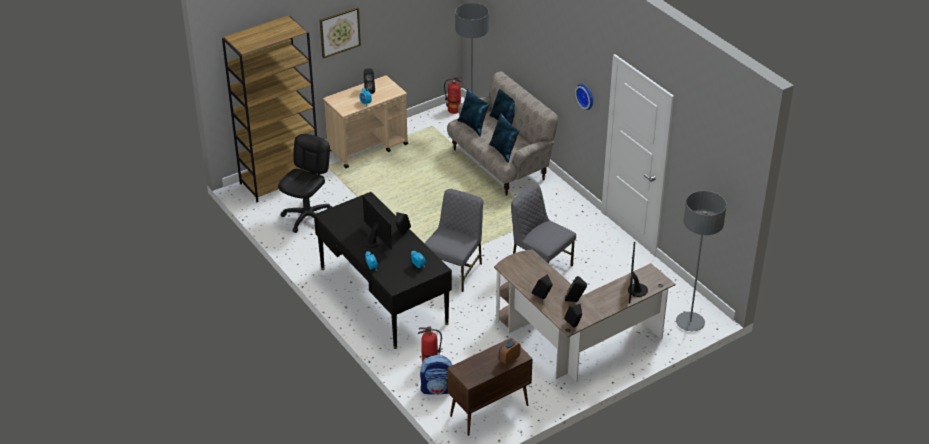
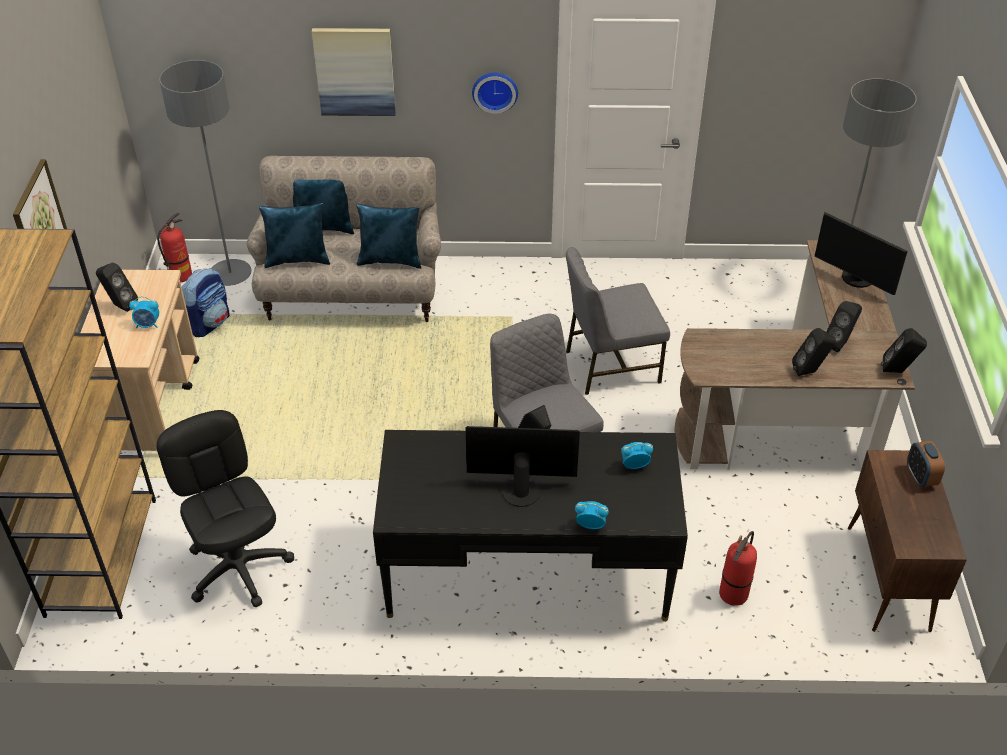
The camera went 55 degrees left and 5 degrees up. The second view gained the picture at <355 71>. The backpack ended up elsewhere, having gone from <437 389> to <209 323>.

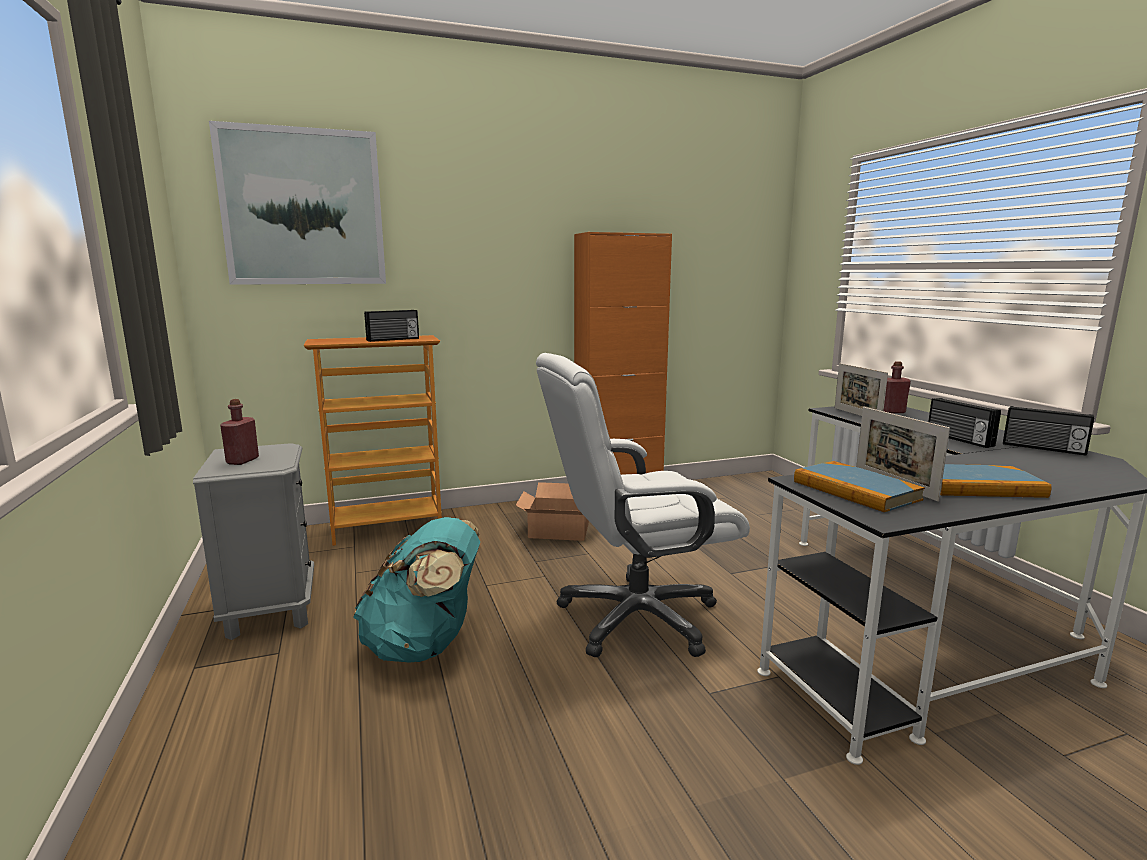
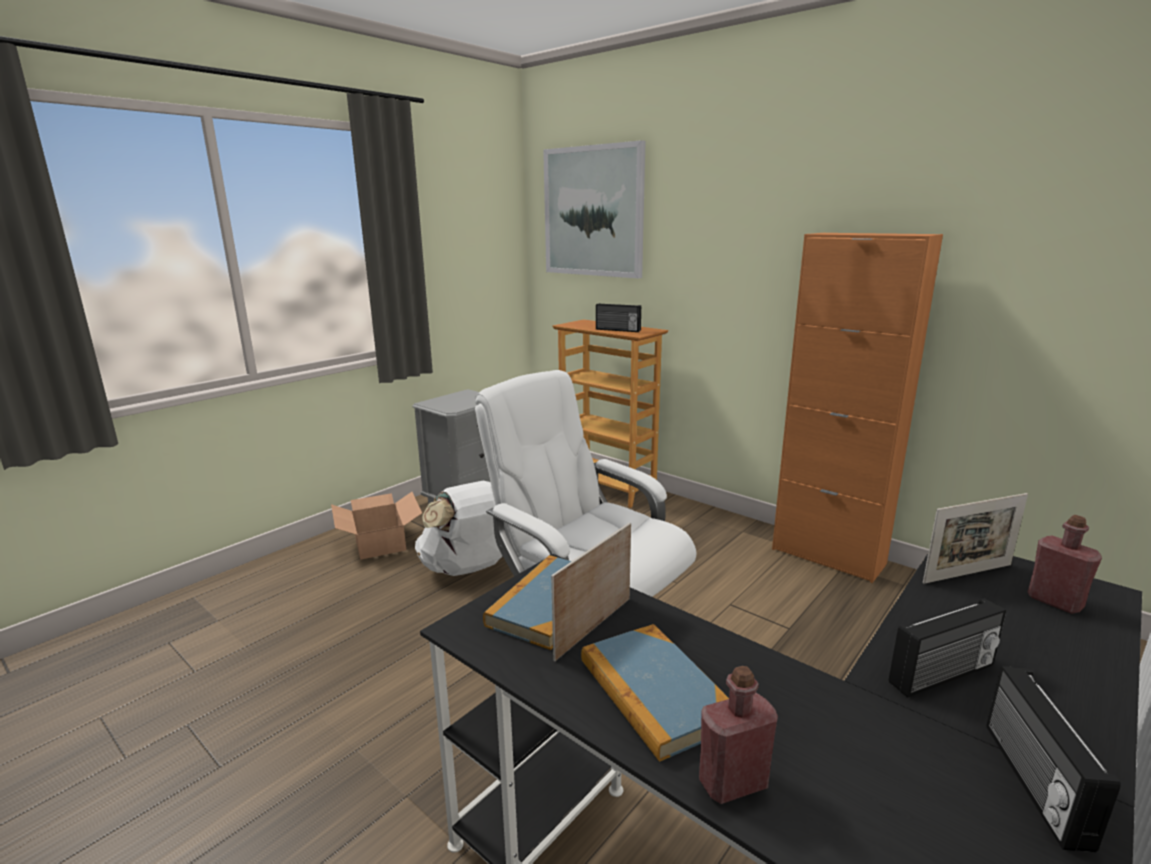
The camera went 60 degrees right and 5 degrees up. The bottle (red) ended up elsewhere, having gone from <242 461> to <732 783>. The cardboard box ended up elsewhere, having gone from <559 531> to <379 542>. What was the backpack (turquoise) at <425 645> turned into the backpack (white) at <468 568>. The picture frame at <857 414> ended up facing another way, 150 degrees counterclockwise from before. The radio at <958 439> ended up facing another way, 150 degrees counterclockwise from before.

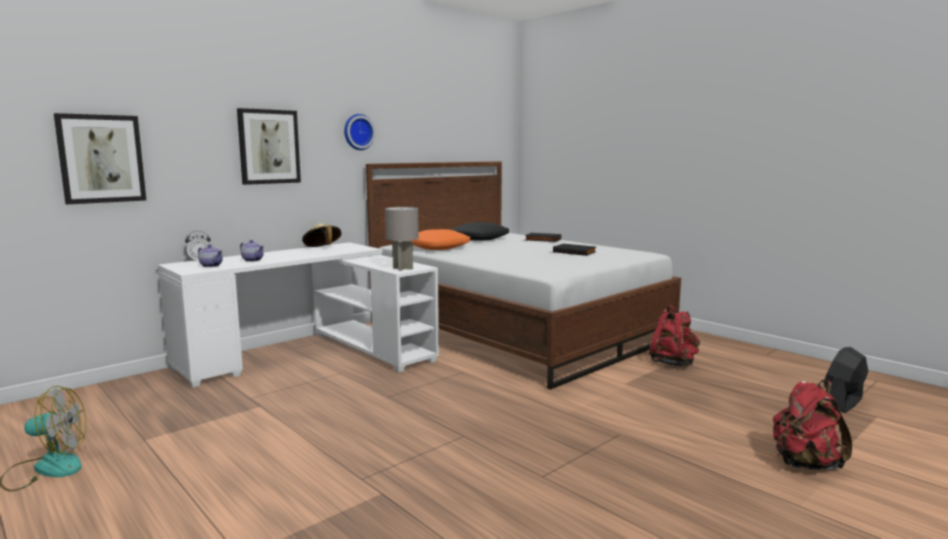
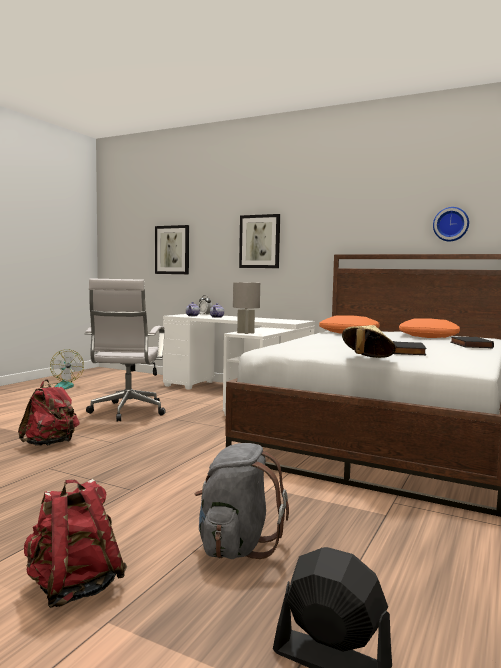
The camera went 70 degrees right and 5 degrees down. The second view gained the office chair (white) at <127 412>. The second view gained the backpack (grey) at <236 545>. The hat (beige) ended up elsewhere, having gone from <322 248> to <366 359>. The wall clock ended up elsewhere, having gone from <358 132> to <451 224>. The backpack (red) ended up elsewhere, having gone from <673 363> to <50 444>. What was the pillow (black) at <479 238> turned into the pillow (orange) at <428 336>.

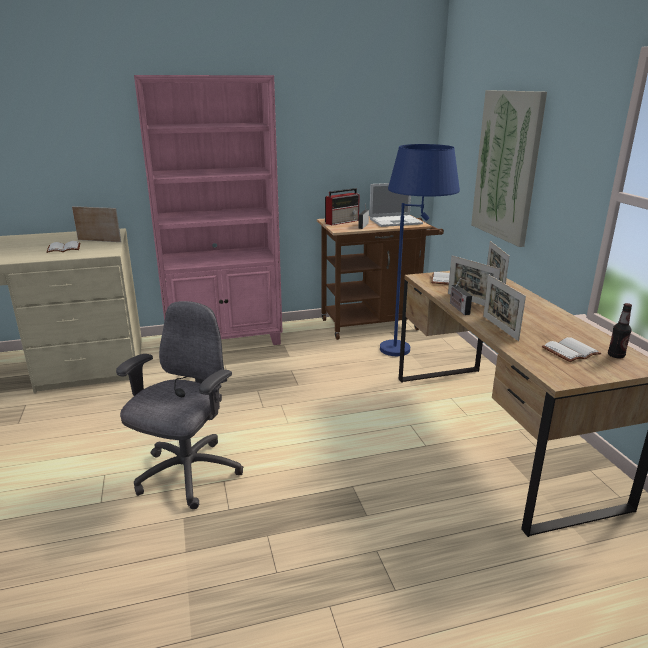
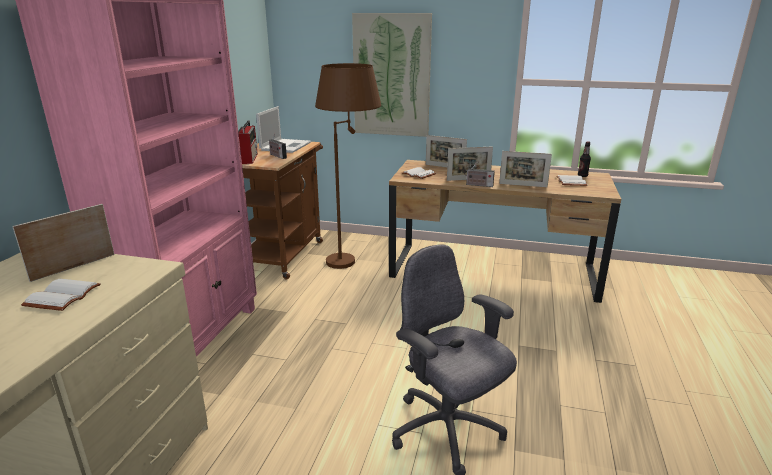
The camera went 60 degrees left and 0 degrees up. What was the floor lamp (blue) at <412 351> turned into the floor lamp (brown) at <352 257>.

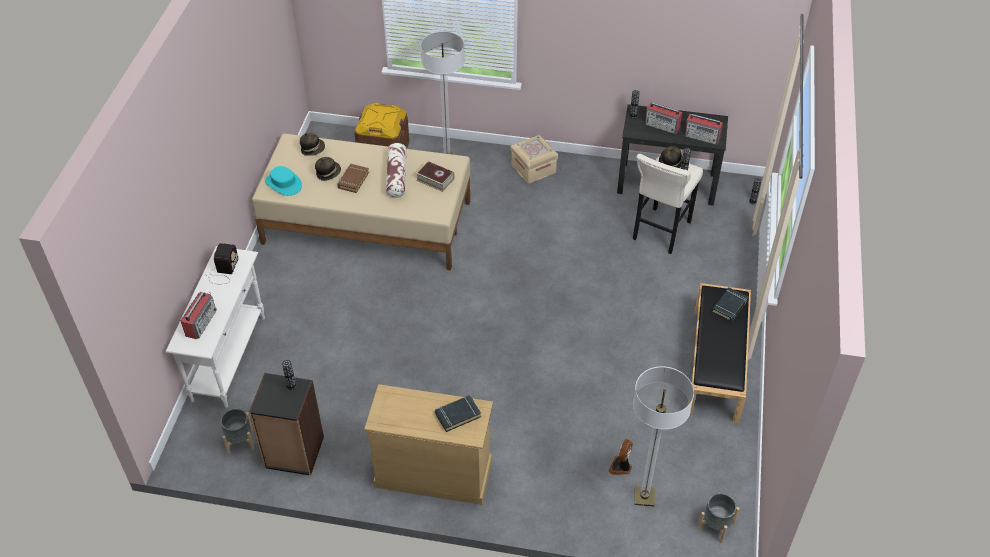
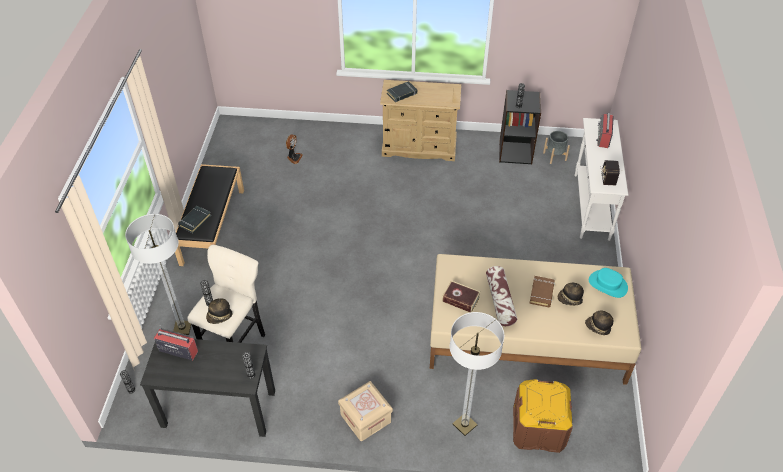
The camera went 175 degrees right and 0 degrees up. The second view lost the radio at <662 126>. The second view lost the planter (grey) at <715 526>. The floor lamp ended up elsewhere, having gone from <644 497> to <182 328>.

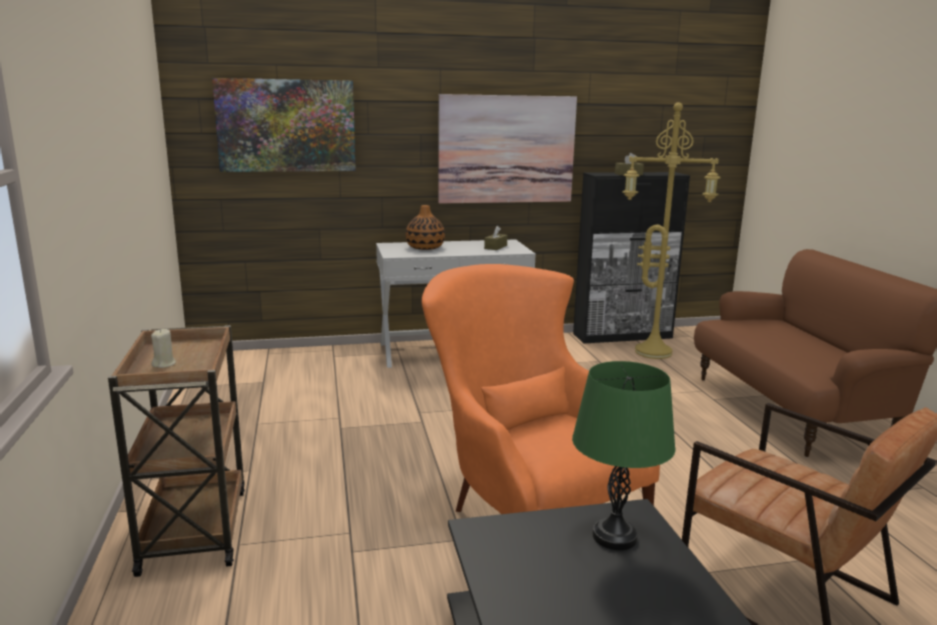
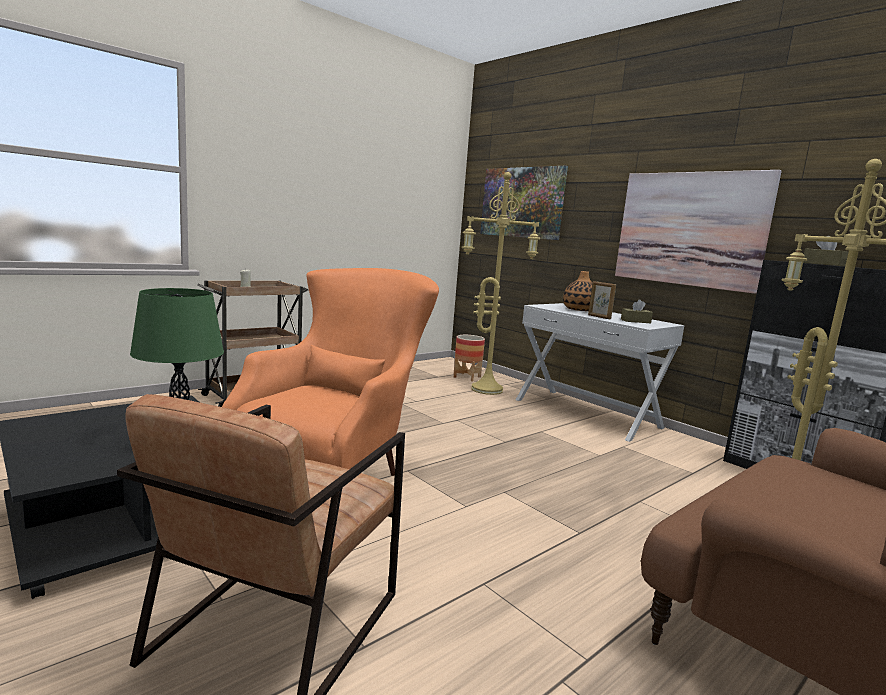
The camera went 60 degrees right and 5 degrees down. The second view gained the planter at <467 377>. The second view gained the floor lamp (yellow) at <487 389>. The second view gained the picture frame at <599 317>.

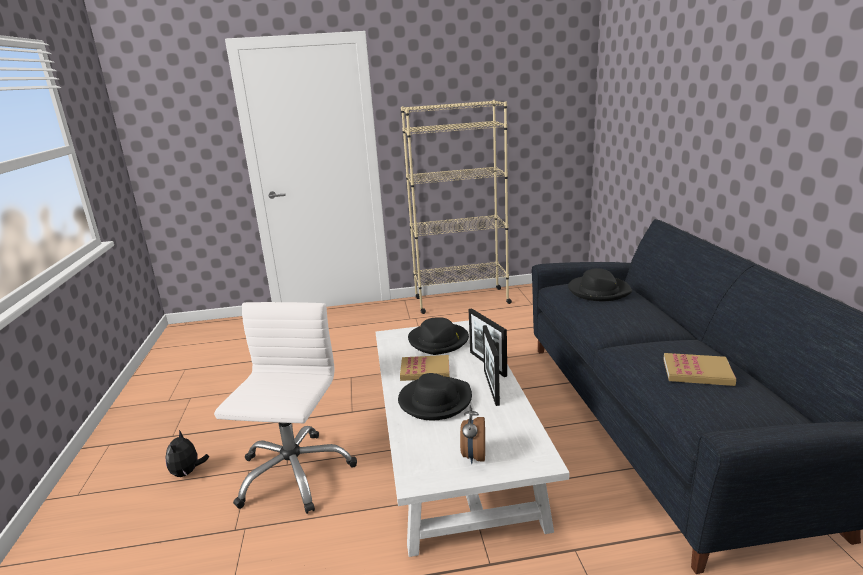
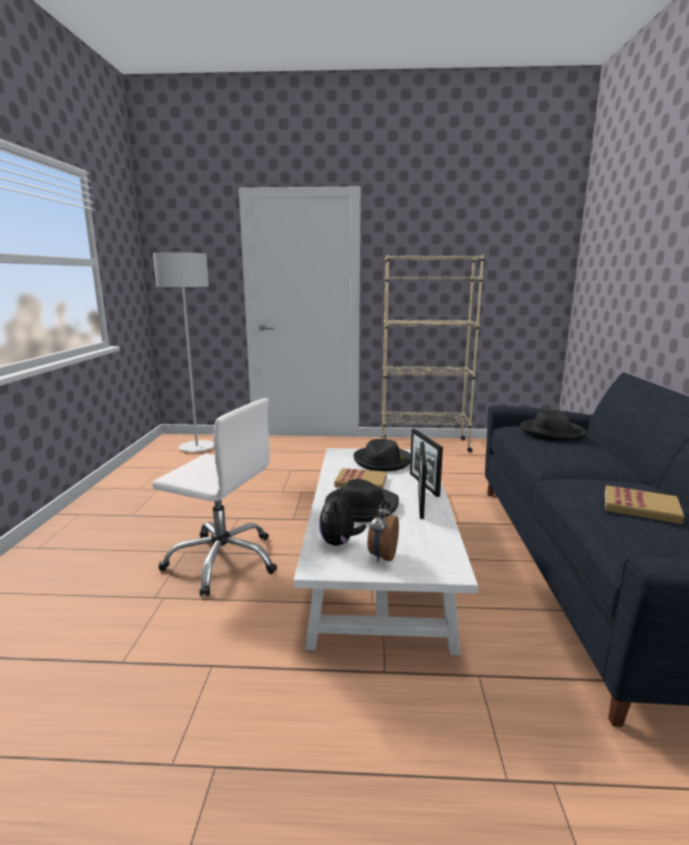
The camera went 10 degrees right and 5 degrees down. The second view gained the floor lamp (grey) at <197 448>. The plush toy ended up elsewhere, having gone from <188 472> to <339 543>. The office chair (white) at <293 473> ended up facing another way, 90 degrees clockwise from before.

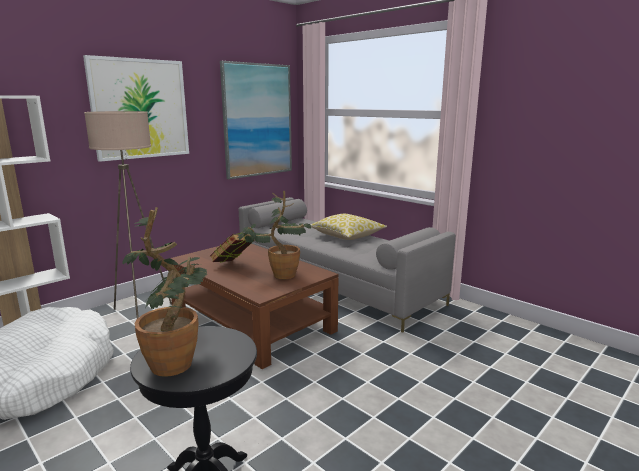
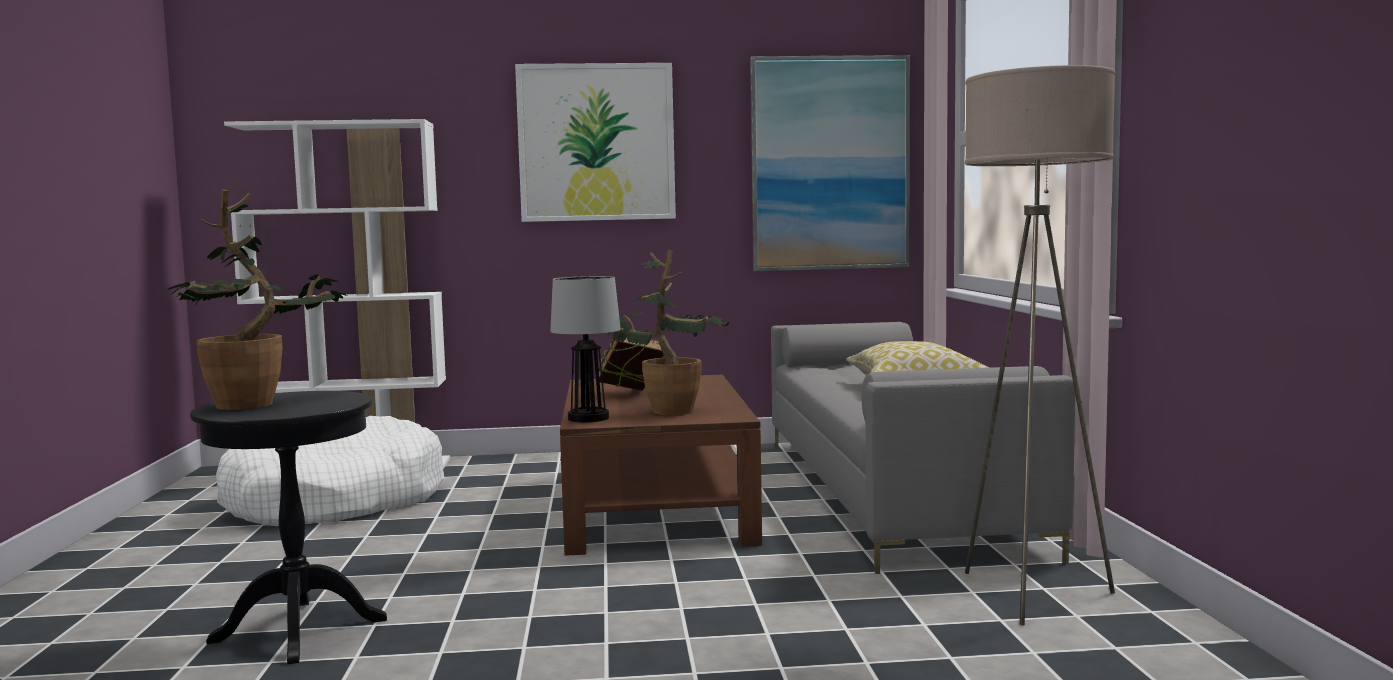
The camera went 40 degrees right and 10 degrees down. The second view gained the table lamp at <589 418>. The floor lamp (beige) ended up elsewhere, having gone from <141 313> to <1032 595>.

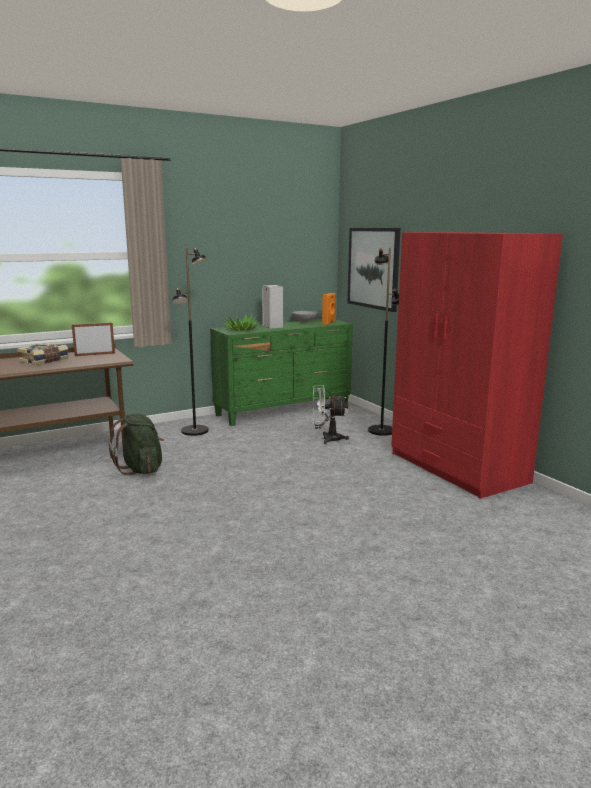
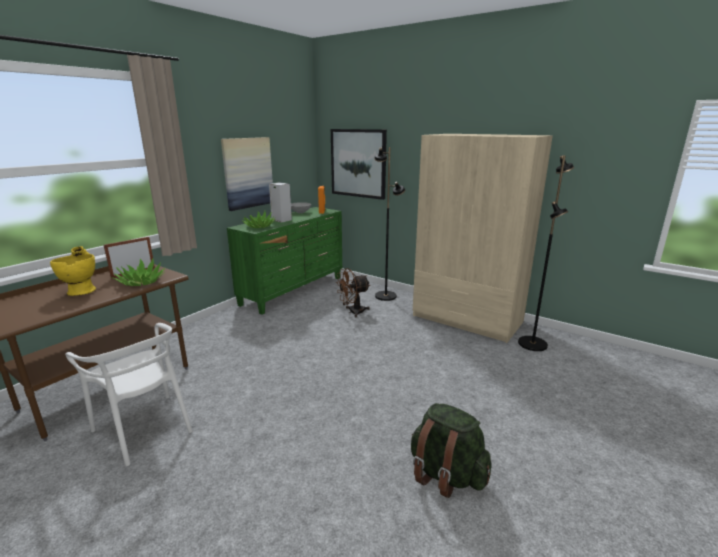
The camera went 25 degrees left and 5 degrees up. The second view gained the chair (white) at <145 428>. The second view gained the potted plant at <141 282>. The second view gained the picture at <248 173>. The backpack (green) ended up elsewhere, having gone from <141 469> to <446 475>. The floor lamp (black) ended up elsewhere, having gone from <195 431> to <533 344>. Where the book stood at <45 361>, the vase (yellow) came to stand at <82 290>. What was the fan (white) at <326 439> turned into the fan (brown) at <353 312>. What was the wardrobe (red) at <457 468> turned into the wardrobe (beige) at <467 319>.

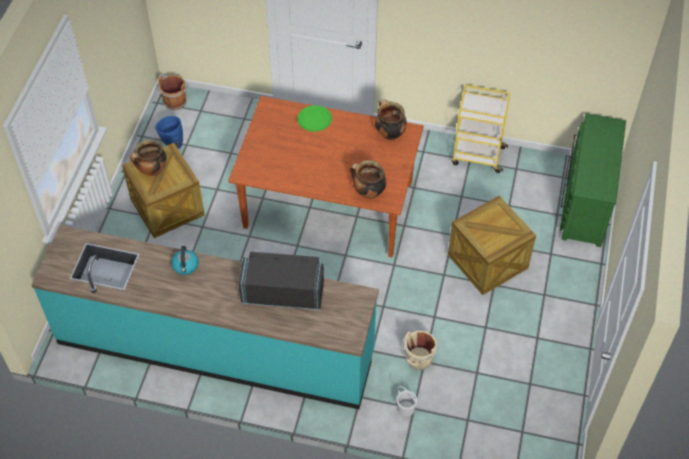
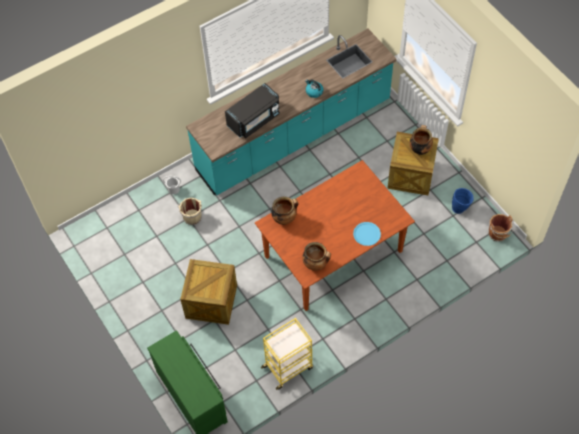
The camera went 135 degrees right and 5 degrees up. What was the plate (green) at <314 119> turned into the plate (blue) at <366 234>.

